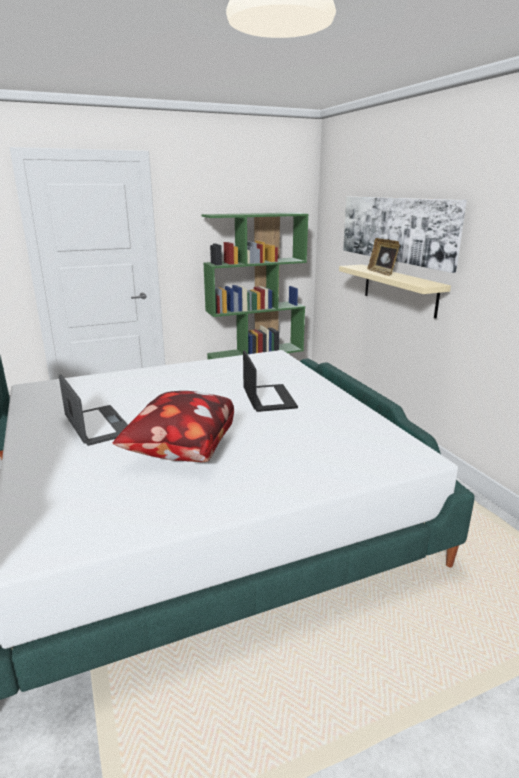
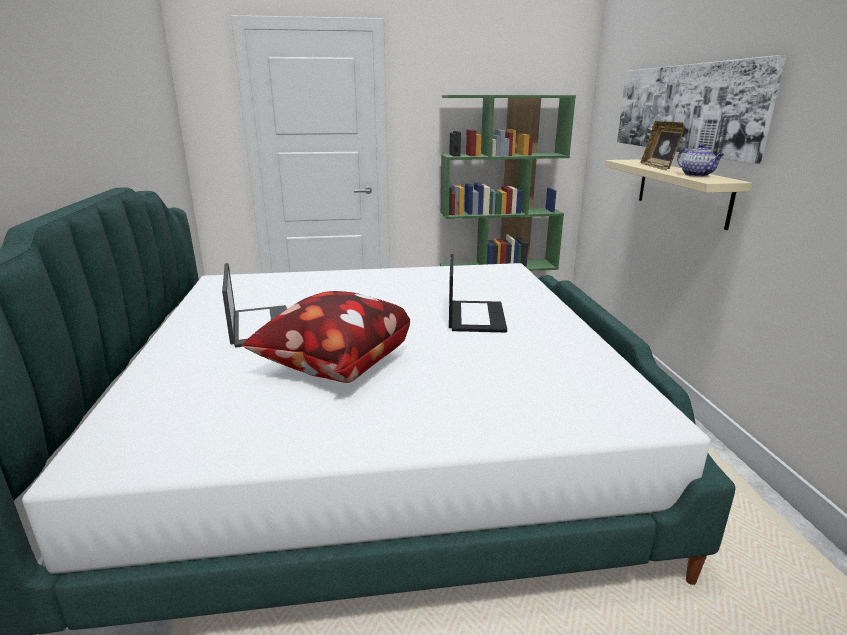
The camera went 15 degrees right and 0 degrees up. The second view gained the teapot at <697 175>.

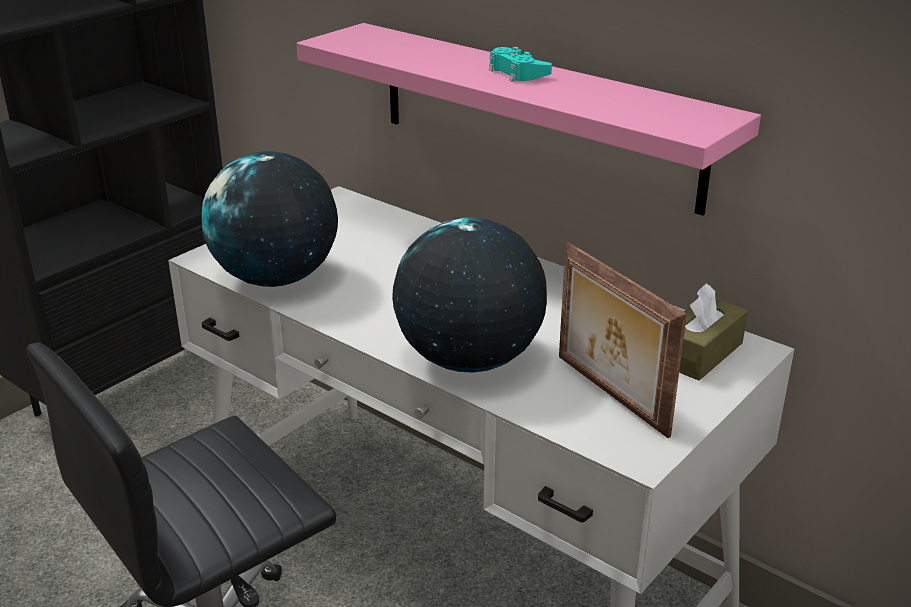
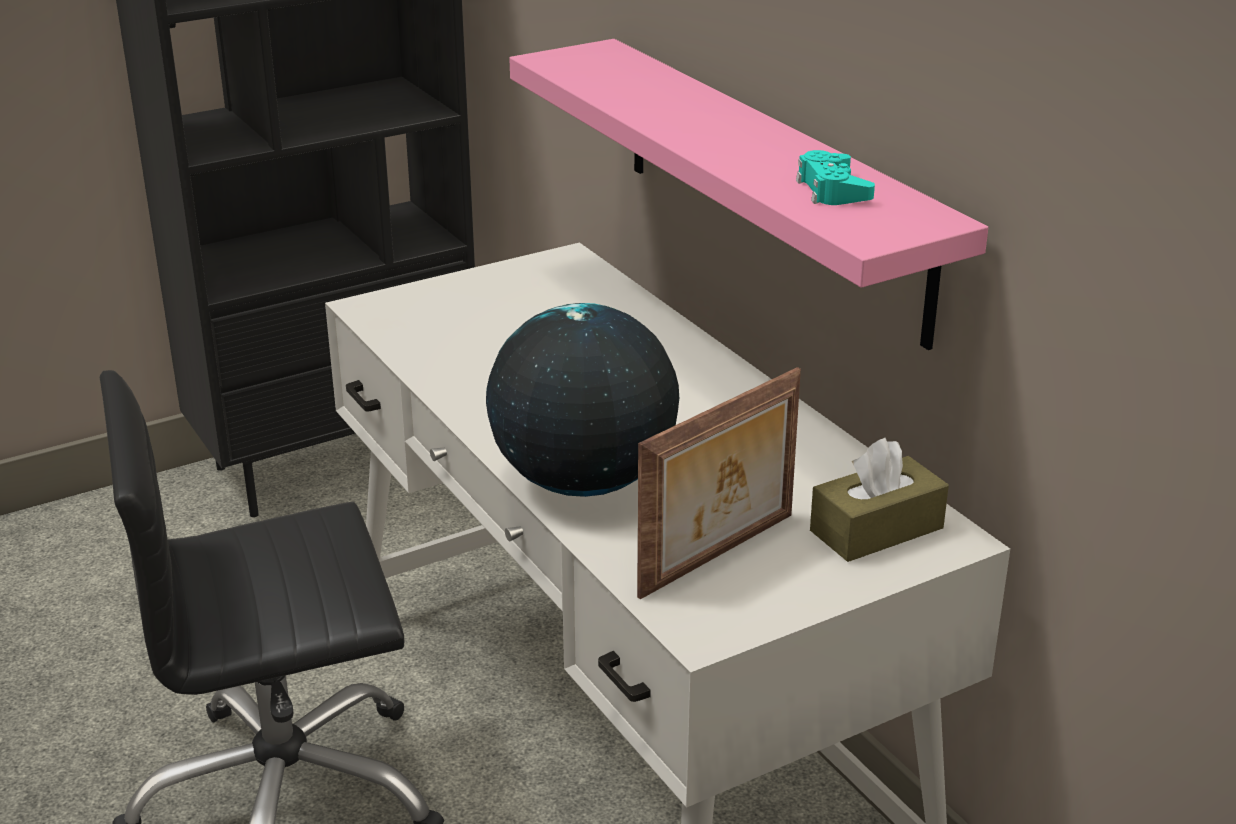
The camera went 20 degrees right and 0 degrees up. The second view lost the globe at <276 278>. The game controller (turquoise) ended up elsewhere, having gone from <517 72> to <832 190>. The picture frame at <609 395> ended up facing another way, 120 degrees counterclockwise from before.

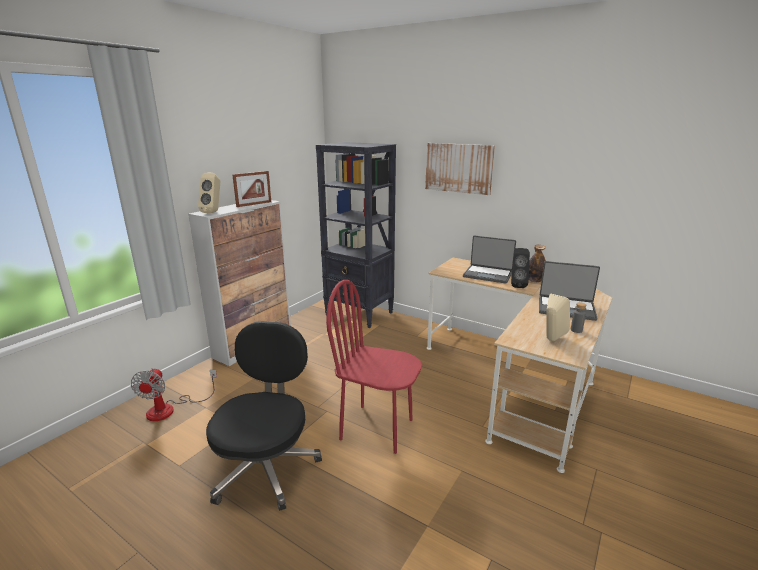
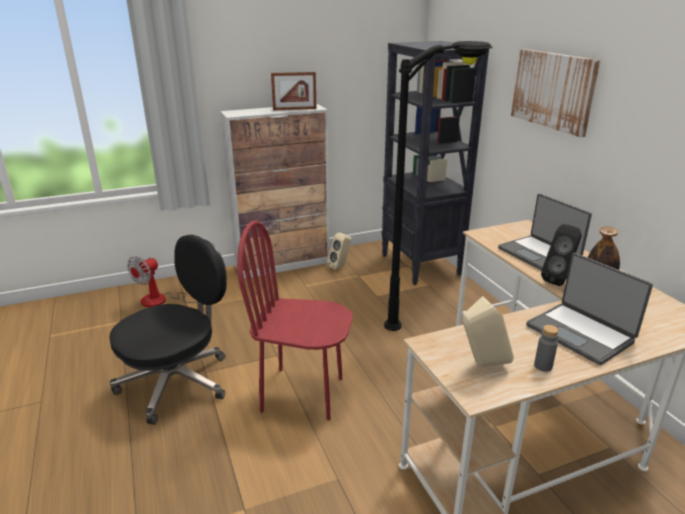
The camera went 35 degrees right and 5 degrees up. The second view gained the floor lamp (black) at <431 309>. The speaker (beige) ended up elsewhere, having gone from <213 212> to <340 267>. The chair (red) at <377 428> ended up facing another way, 45 degrees counterclockwise from before.

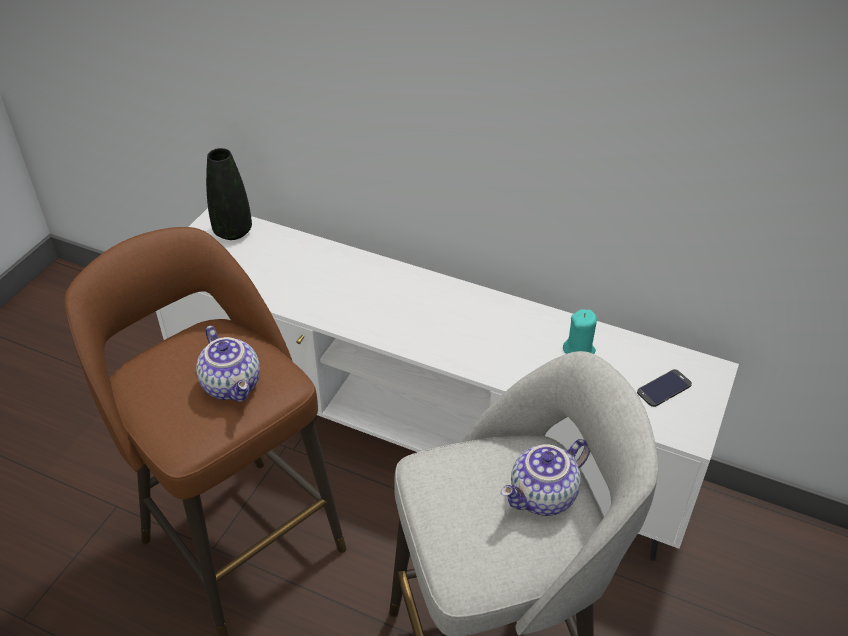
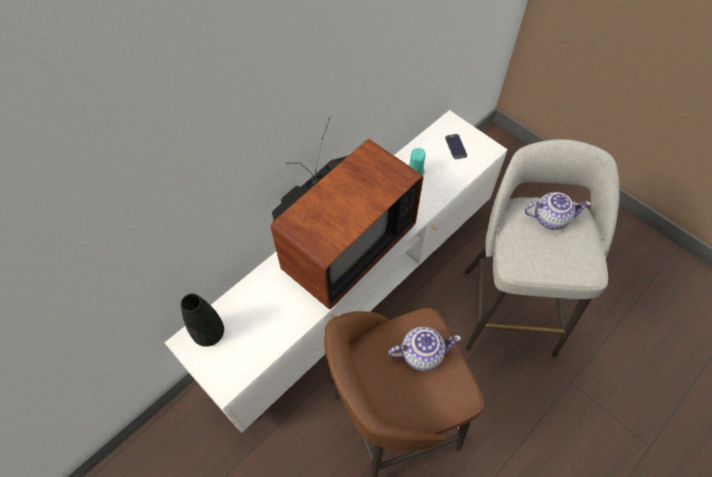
The camera went 70 degrees left and 15 degrees up. The second view gained the television at <341 245>. The teapot at <543 497> ended up facing another way, 75 degrees counterclockwise from before.

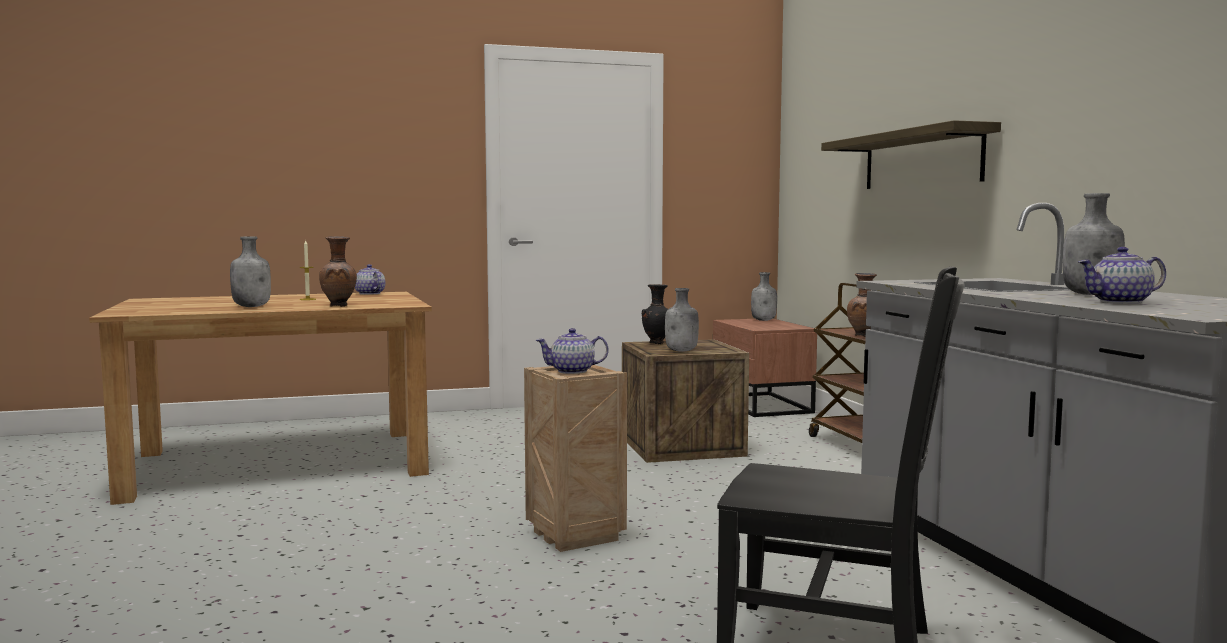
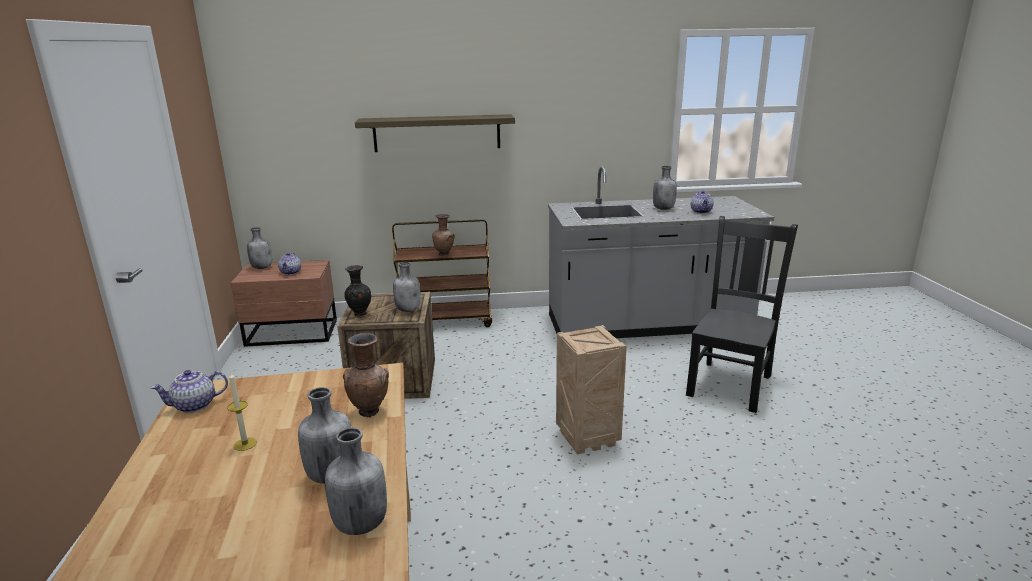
The camera went 80 degrees left and 15 degrees up. The second view gained the bottle (grey) at <360 523>. The teapot ended up elsewhere, having gone from <573 371> to <291 272>.

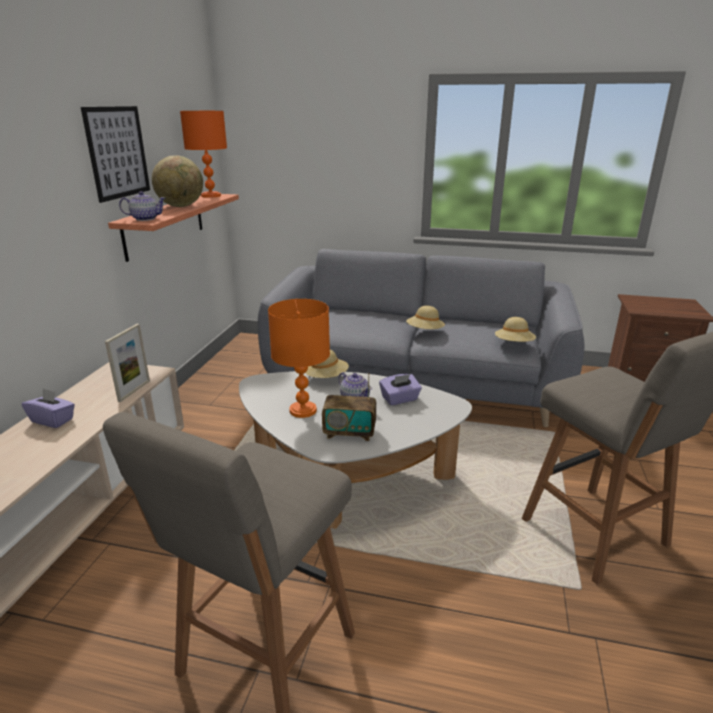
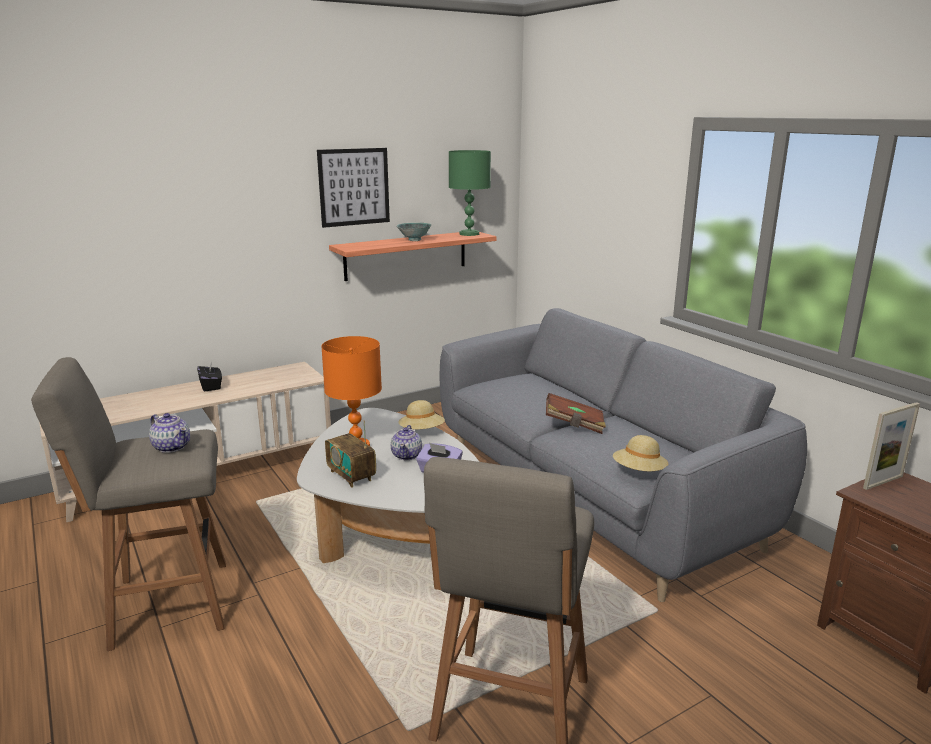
The camera went 45 degrees right and 5 degrees down. The picture frame ended up elsewhere, having gone from <134 391> to <883 482>. The teapot ended up elsewhere, having gone from <145 219> to <172 447>. Where the globe stood at <181 206>, the bowl came to stand at <414 240>. Where the hat (beige) stood at <425 331>, the book (brown) came to stand at <574 425>. What was the tissue box (purple) at <53 420> turned into the tissue box (black) at <211 386>. What was the table lamp (orange) at <211 196> turned into the table lamp (green) at <469 234>.

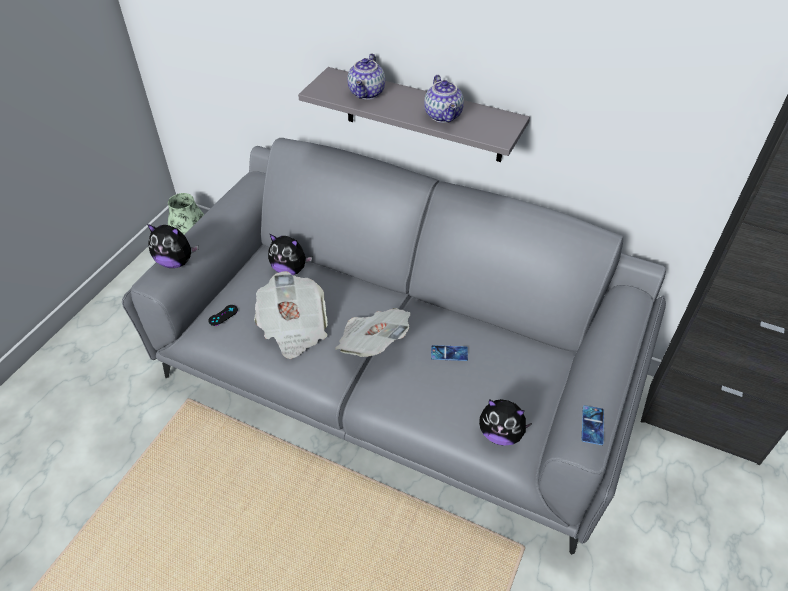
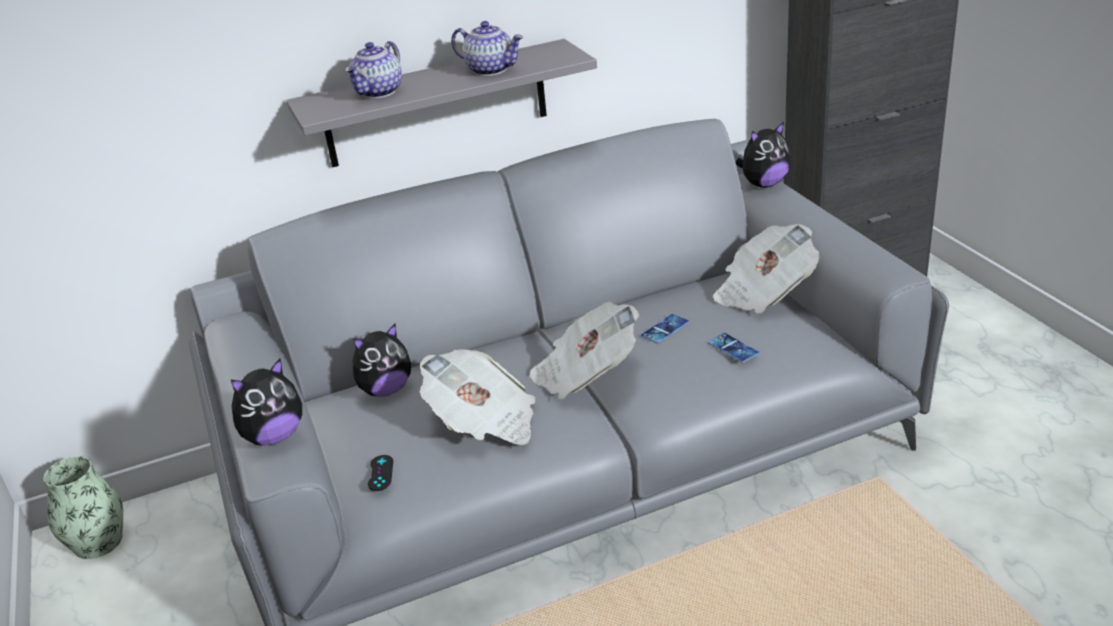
The camera went 45 degrees left and 15 degrees down. The second view gained the newspaper at <763 292>. The plush toy ended up elsewhere, having gone from <500 434> to <763 184>. The phone ended up elsewhere, having gone from <592 425> to <733 348>. The teapot at <367 93> ended up facing another way, 60 degrees clockwise from before.

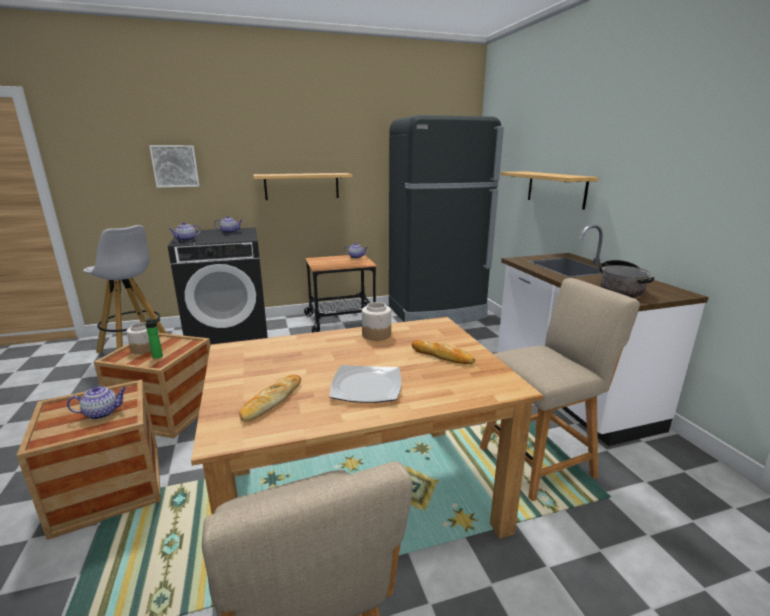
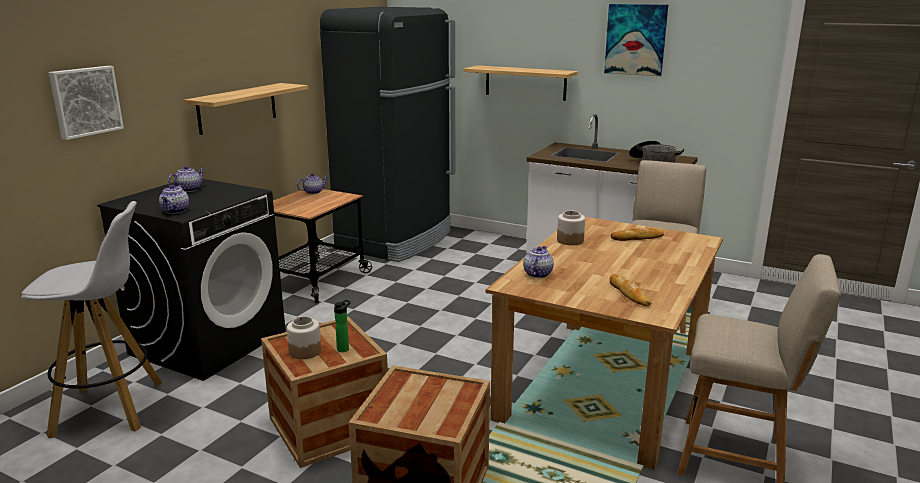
The camera went 45 degrees left and 0 degrees up. The second view lost the plate at <365 387>. The second view gained the picture at <635 39>. The teapot ended up elsewhere, having gone from <102 413> to <537 274>.

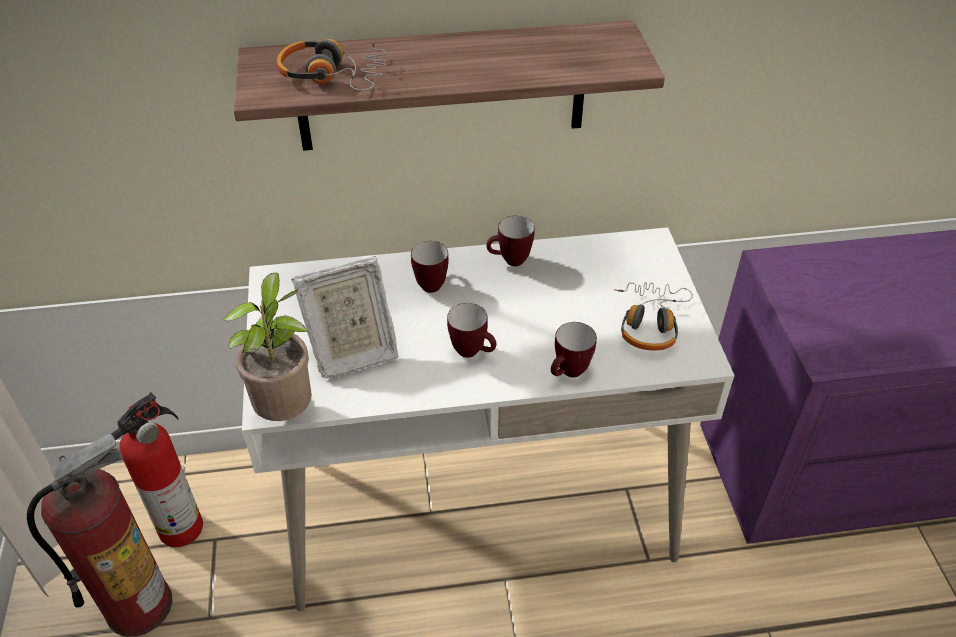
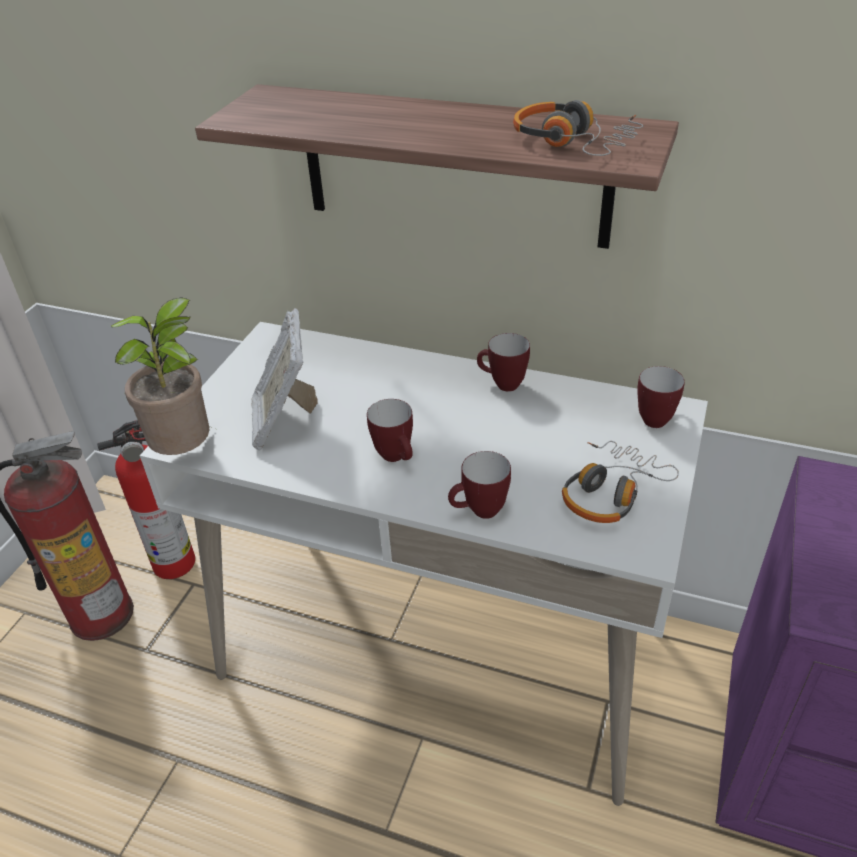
The camera went 30 degrees right and 5 degrees down. The headphones ended up elsewhere, having gone from <333 75> to <574 142>. The mug ended up elsewhere, having gone from <431 283> to <656 417>. The picture frame at <351 352> ended up facing another way, 75 degrees clockwise from before.

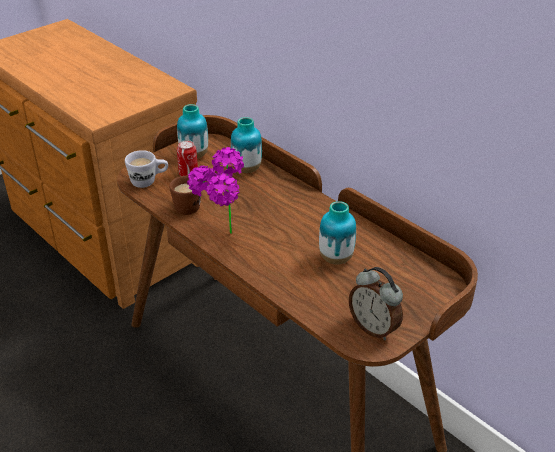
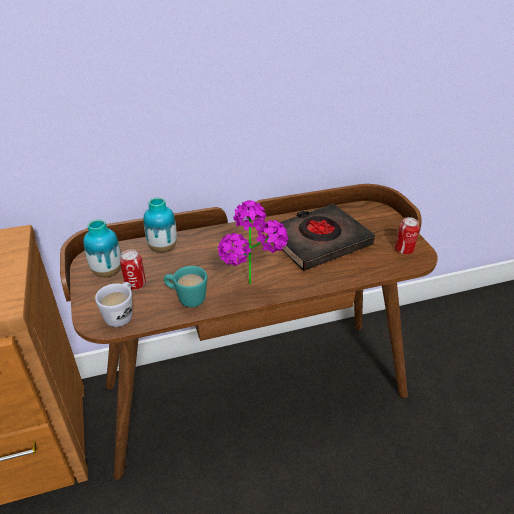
The camera went 65 degrees left and 0 degrees up. Where the vase stood at <336 258>, the book (black) came to stand at <319 241>. Where the alarm clock stood at <374 328>, the can came to stand at <403 250>. What was the mug (brown) at <187 205> turned into the mug (turquoise) at <186 298>.

